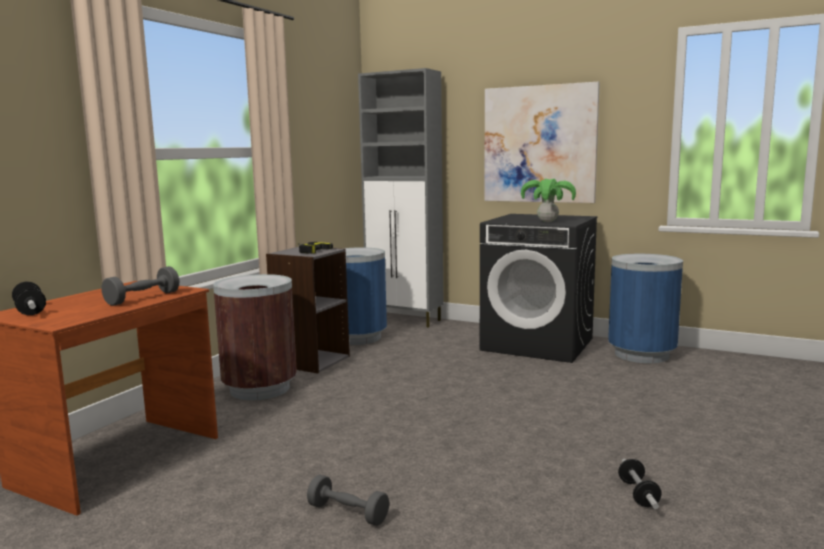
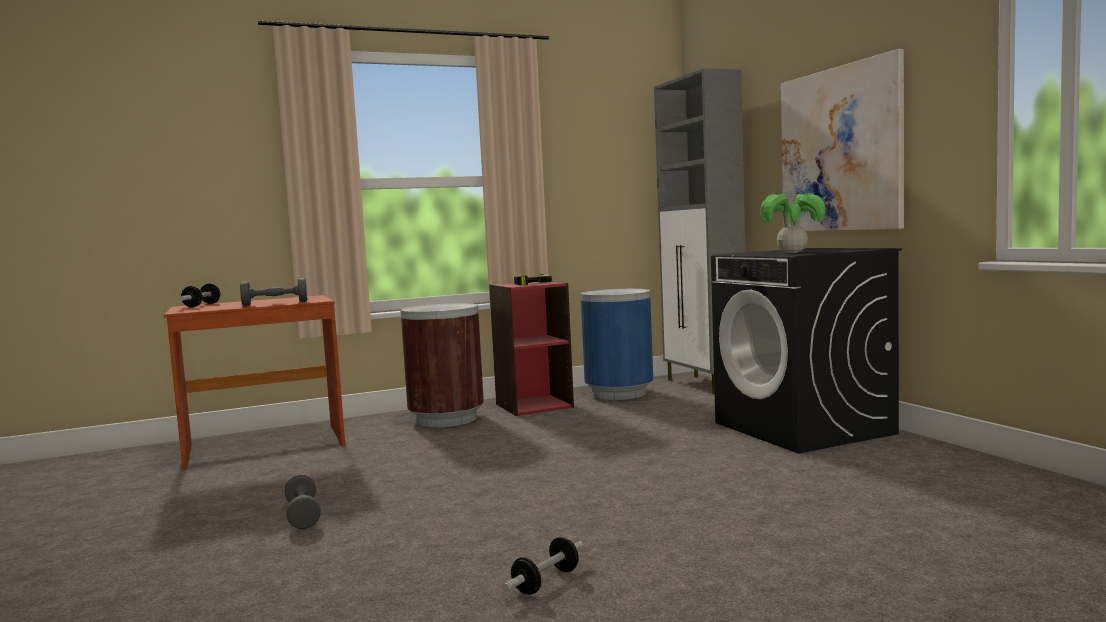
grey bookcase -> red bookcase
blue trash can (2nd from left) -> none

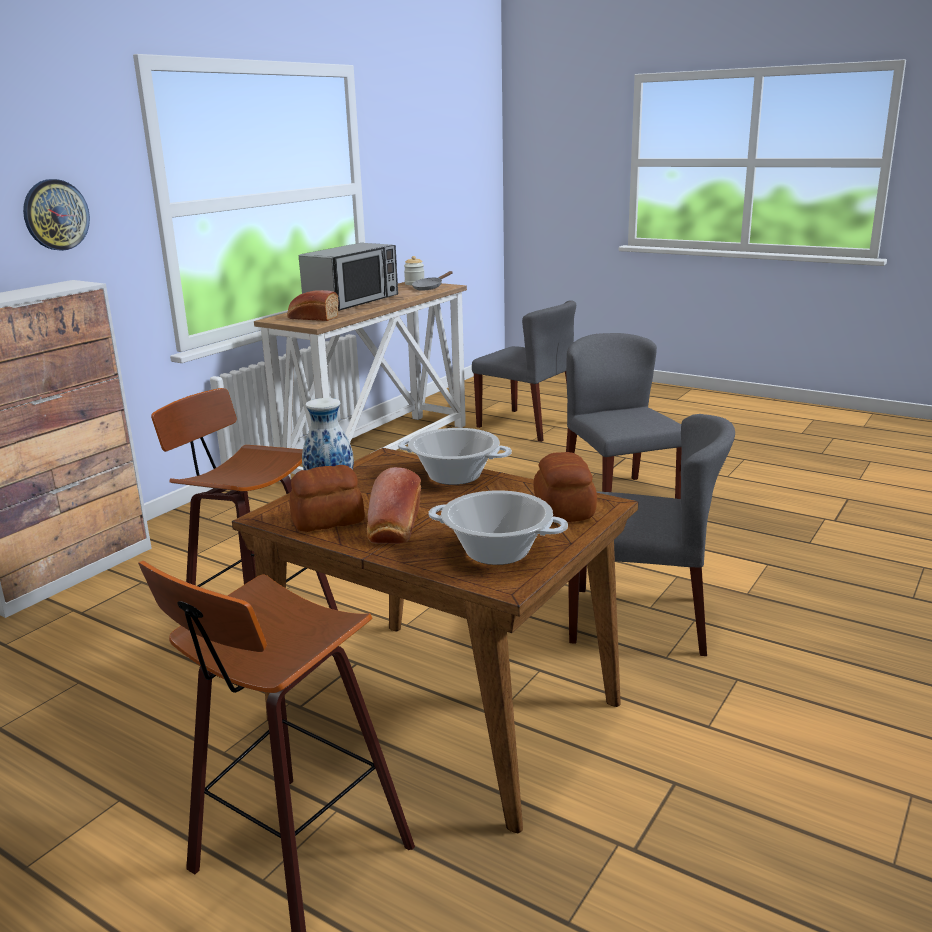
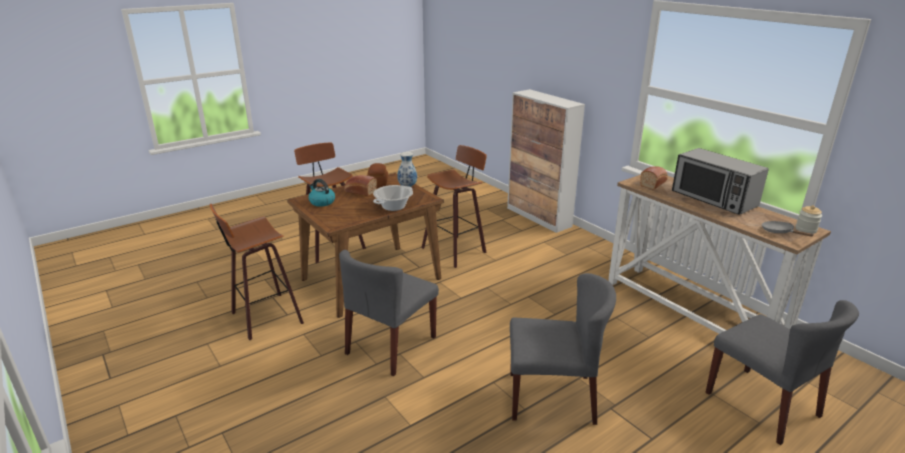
wall clock -> none
cooking pot (2nd from left) -> kettle
grey chair (1st from left in the first image) -> grey chair (3rd from left), 90 degrees counterclockwise
bread (4th from left) -> none
none -> stool (1st from left)

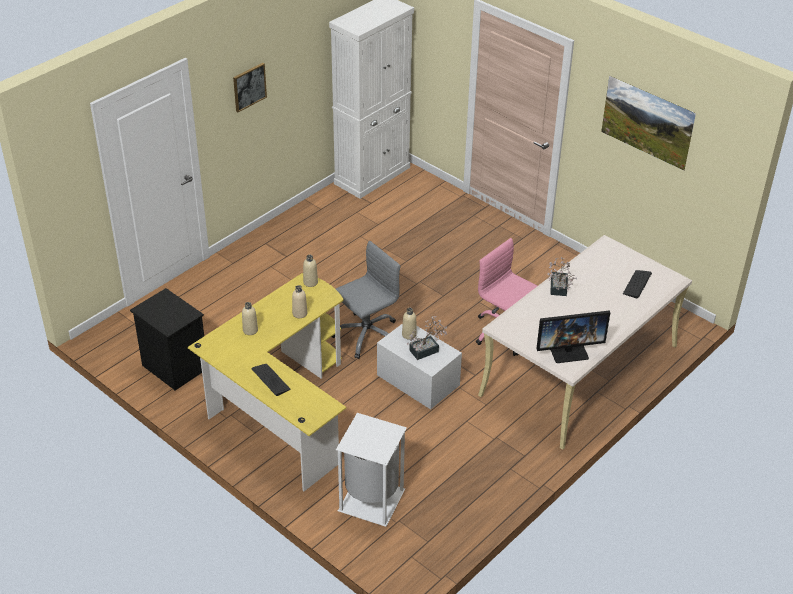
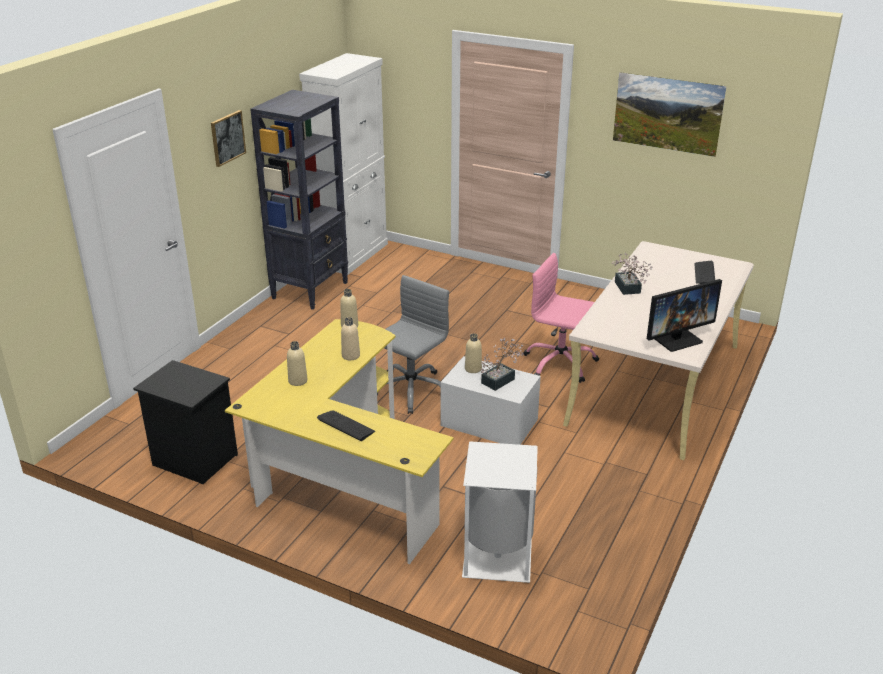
none -> black bookcase

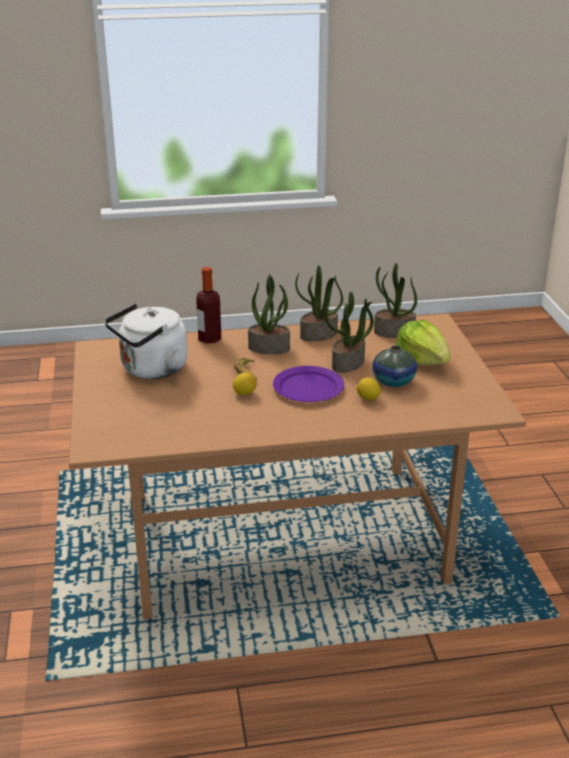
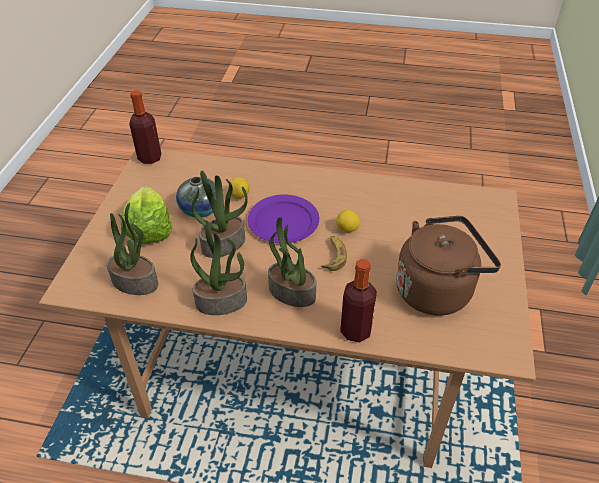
white kettle -> brown kettle
none -> bottle (1st from left)

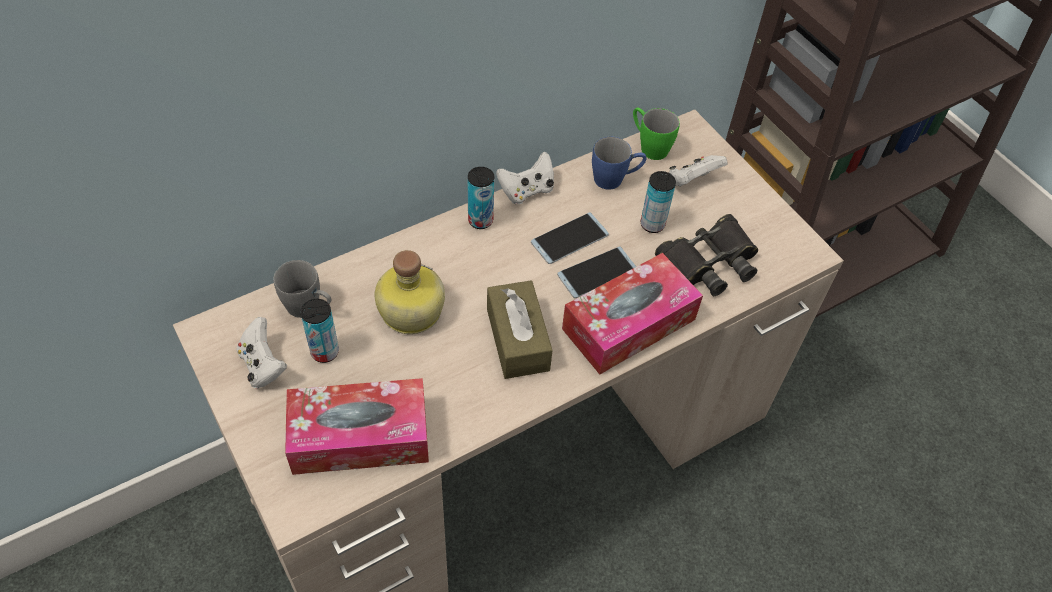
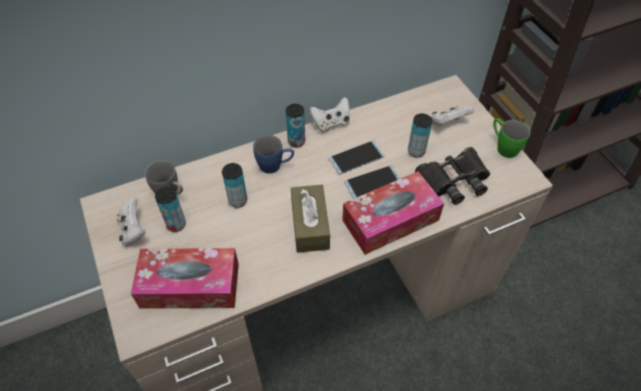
bottle -> can (2nd from left)
blue mug, moved
green mug, moved

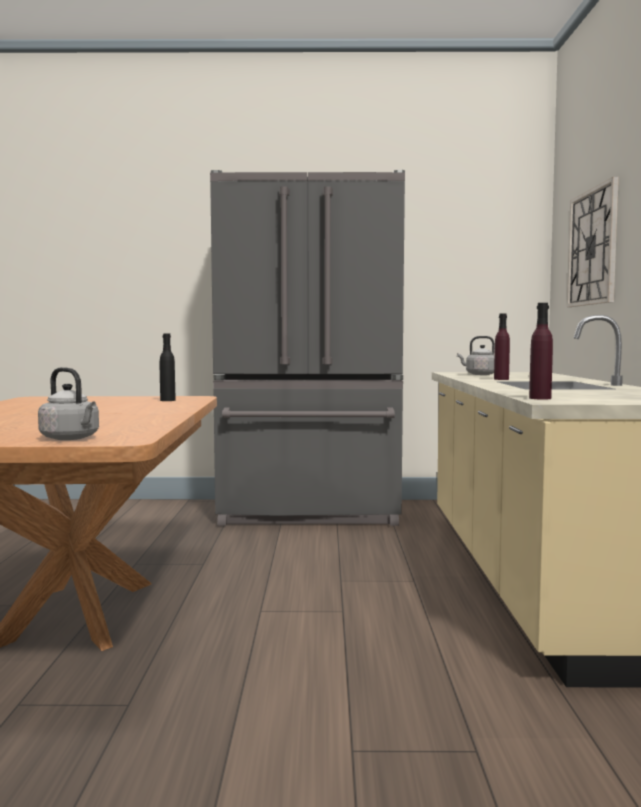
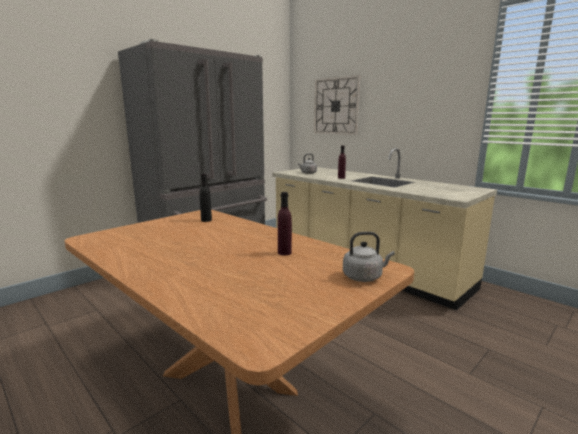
purple bottle (2nd from left in the first image) -> purple bottle (1st from left), moved

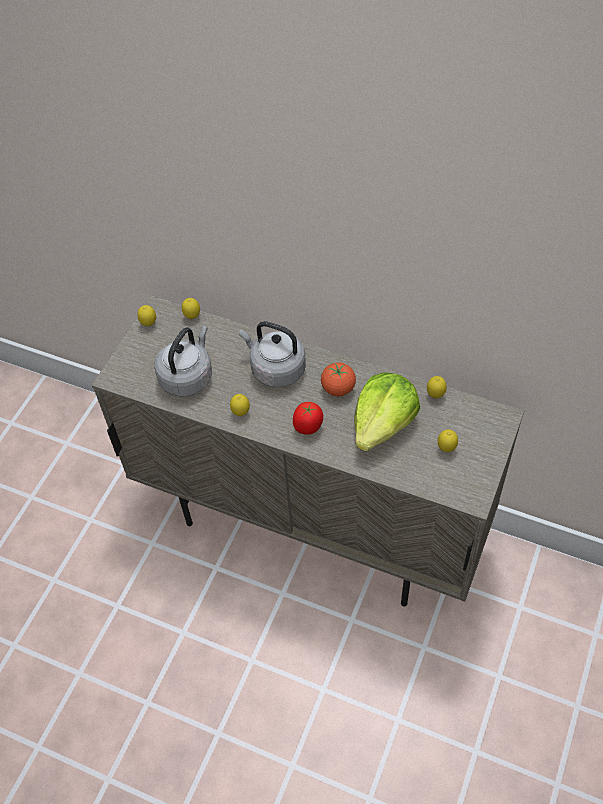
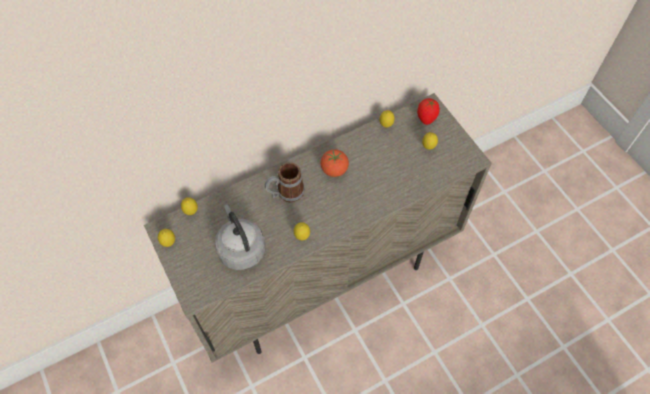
grey kettle (2nd from left) -> mug
tomato (1st from left in the first image) -> tomato (2nd from left), moved
lettuce -> none

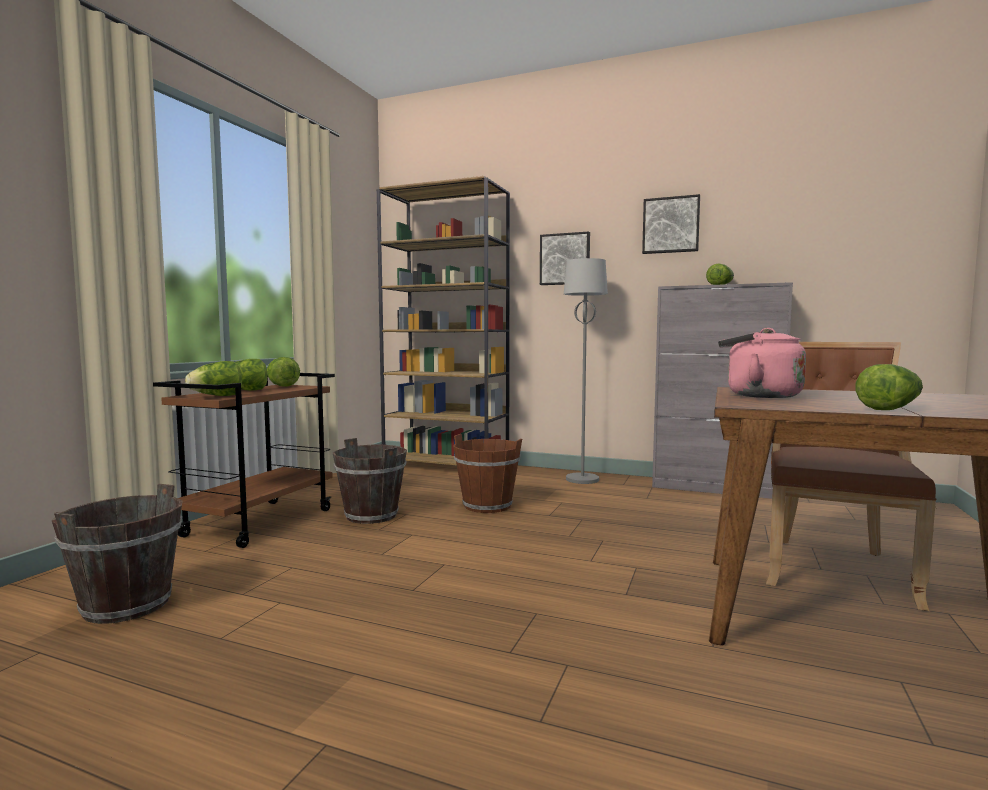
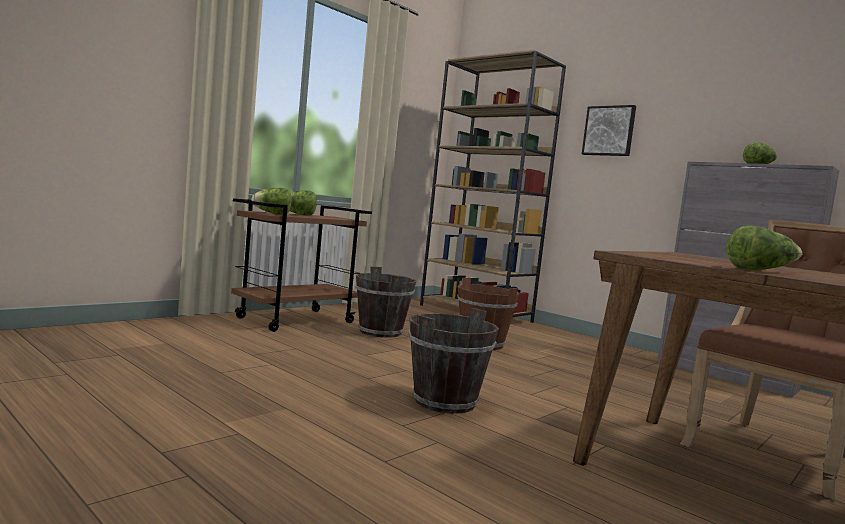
brown bucket (1st from left in the first image) -> brown bucket (2nd from left), moved
lettuce (3rd from left) -> none
grey floor lamp -> none
picture (2nd from left) -> none
pink kettle -> none

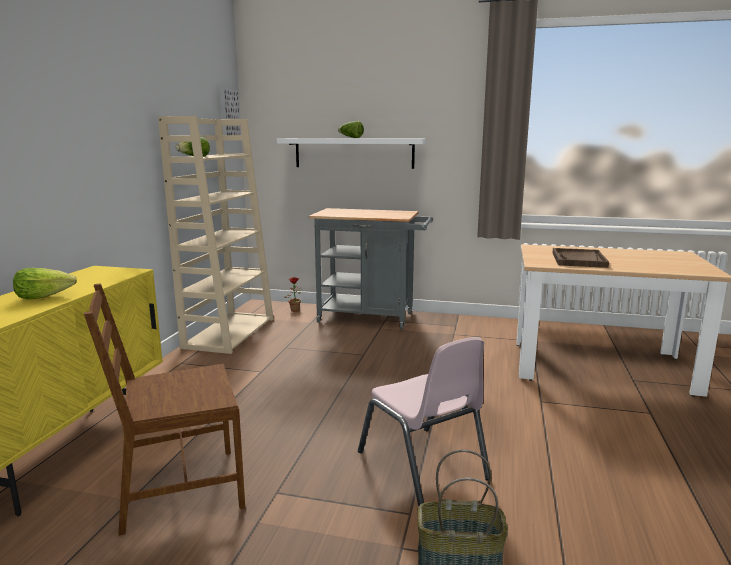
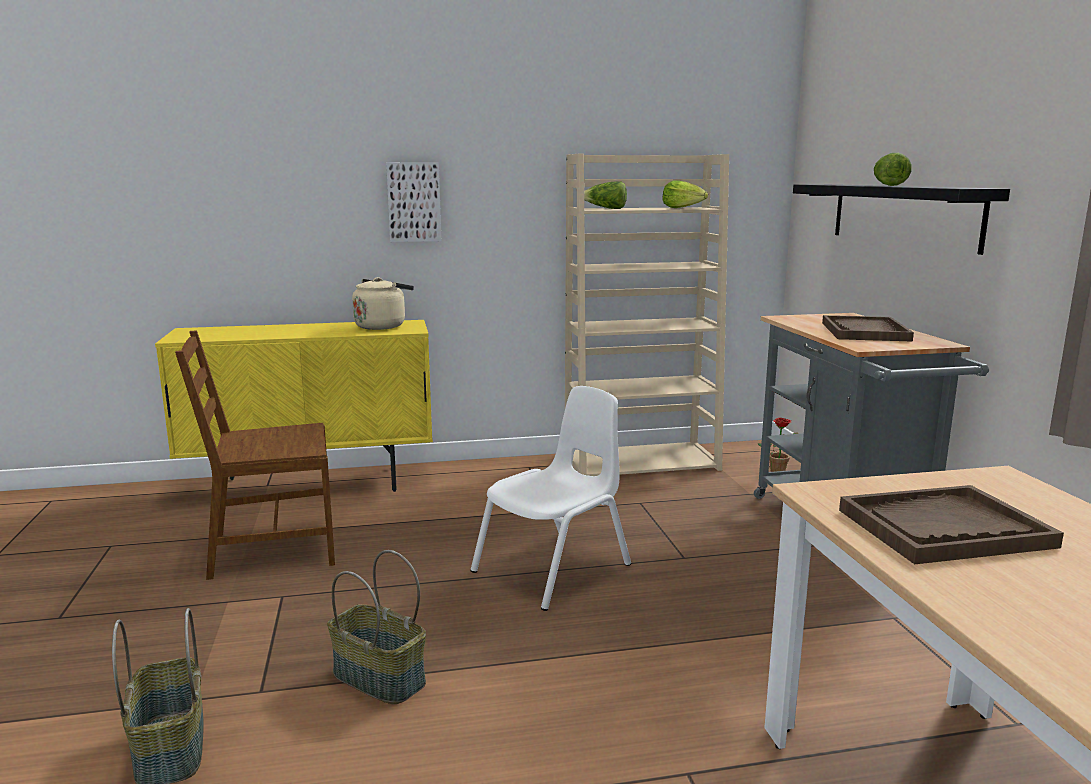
lettuce (1st from left in the first image) -> lettuce (2nd from left), moved
brown chair, 60 degrees counterclockwise
picture, moved
white shelf -> black shelf
pink chair -> basket (2nd from left)
none -> beige kettle
none -> white chair
none -> brown tray (1st from left)

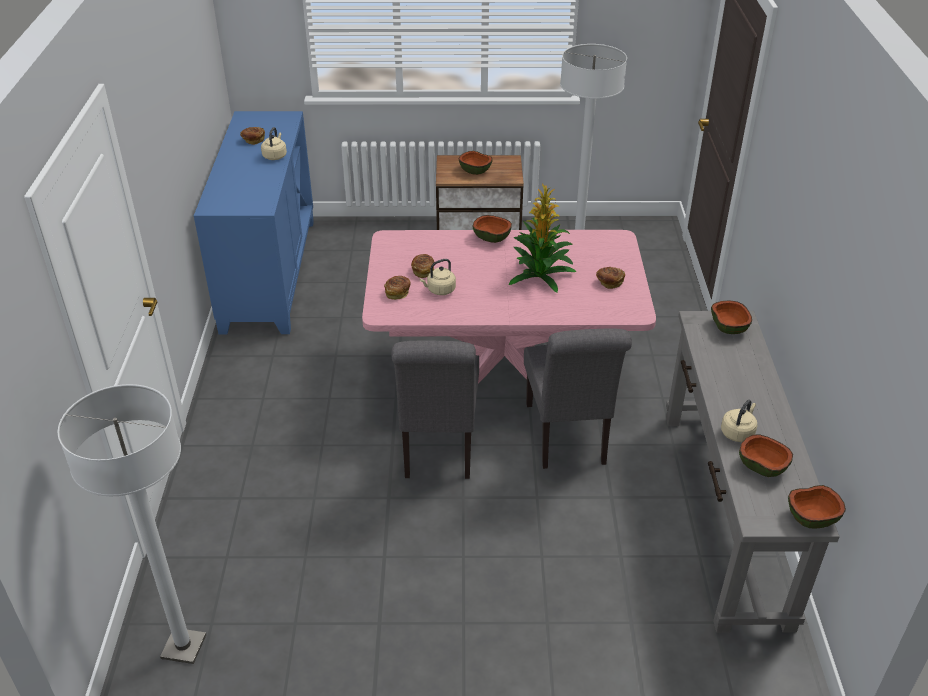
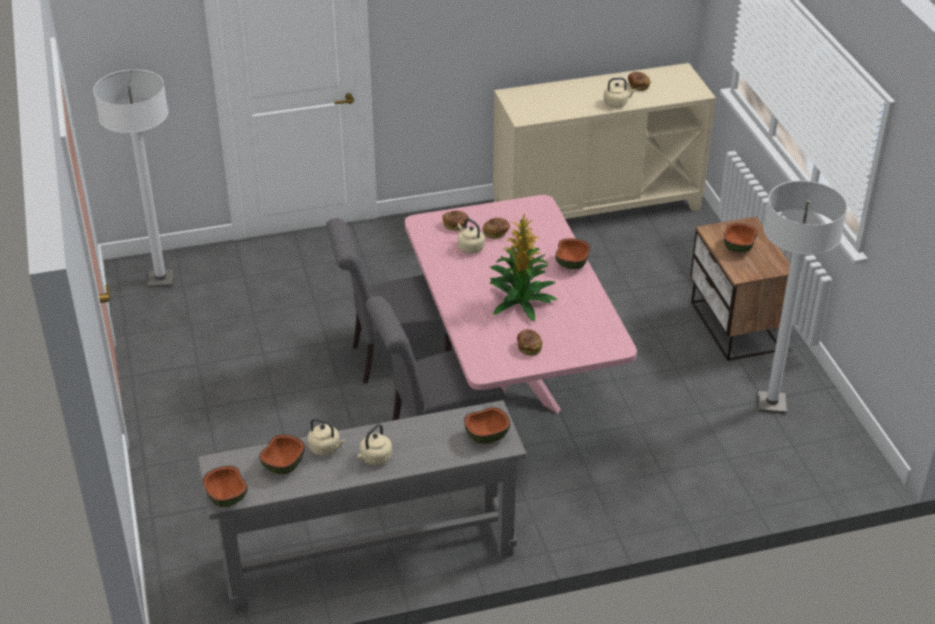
blue cabinet -> beige cabinet
none -> beige kettle (2nd from left)

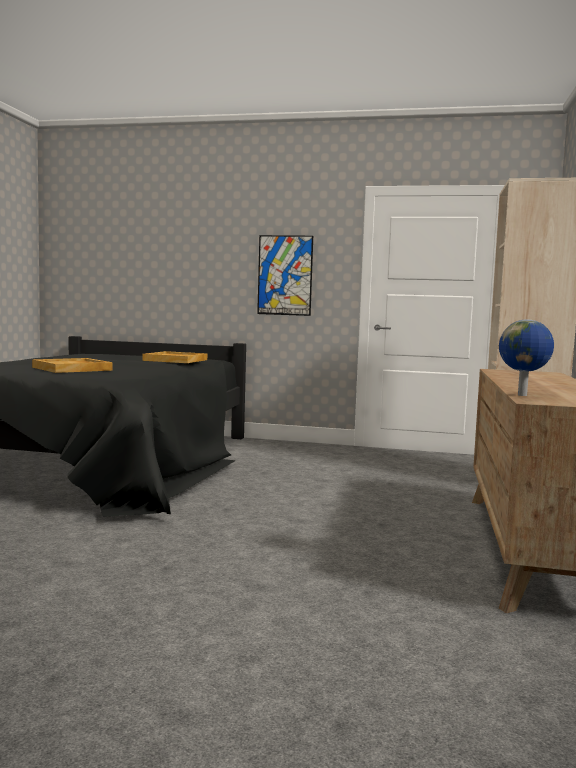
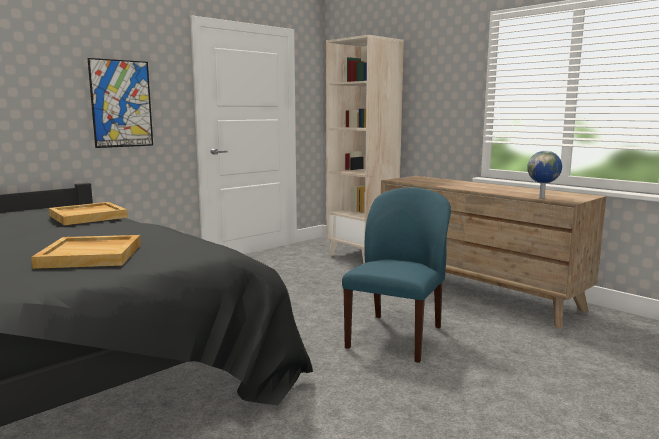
none -> blue chair

